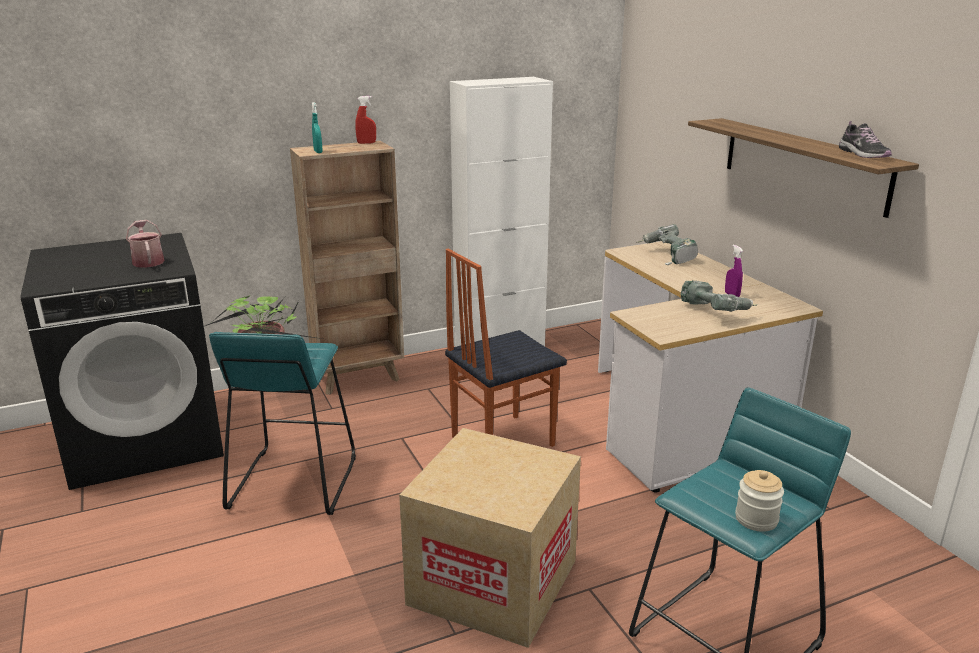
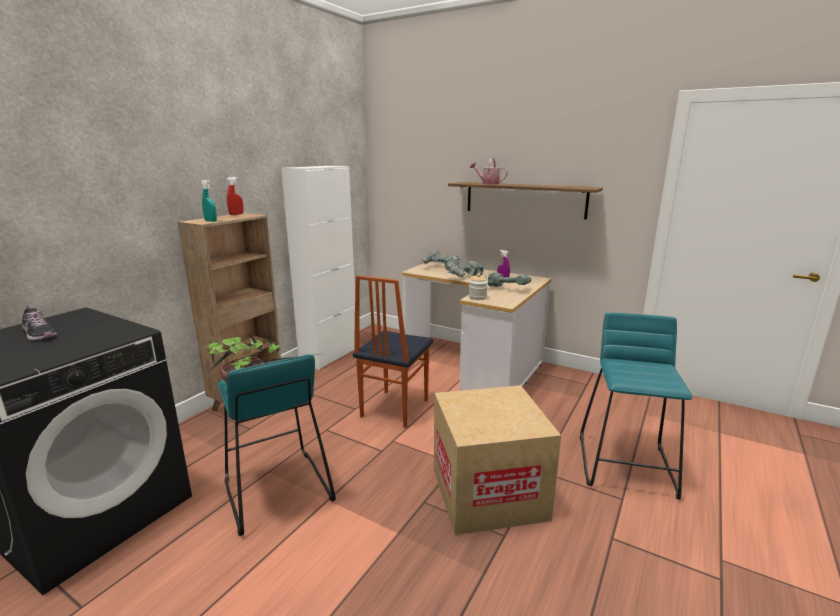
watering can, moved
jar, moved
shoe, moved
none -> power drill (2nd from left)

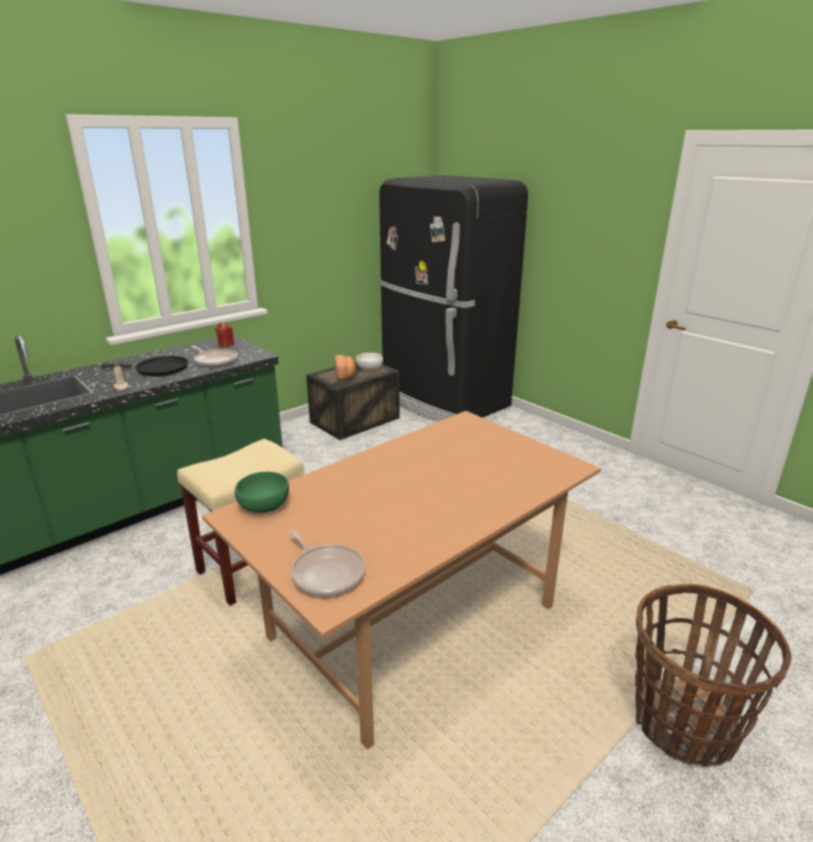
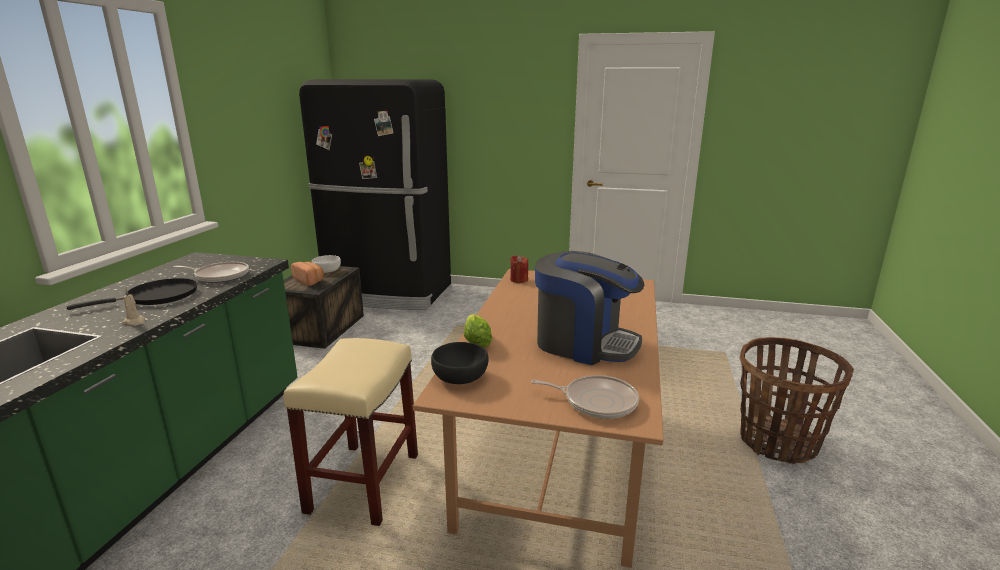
red candle, moved
green bowl -> black bowl
none -> lettuce
none -> coffee machine

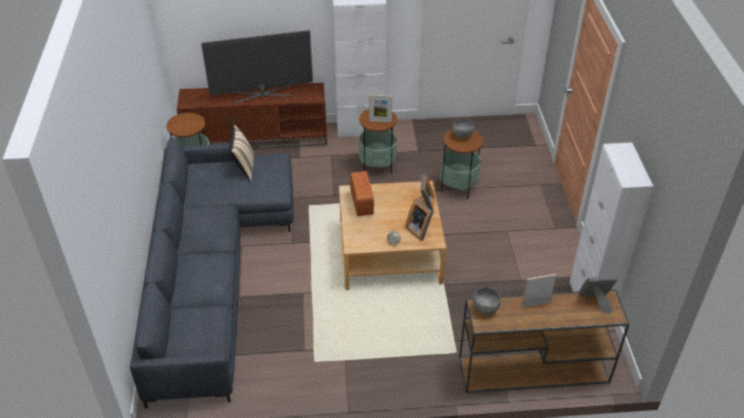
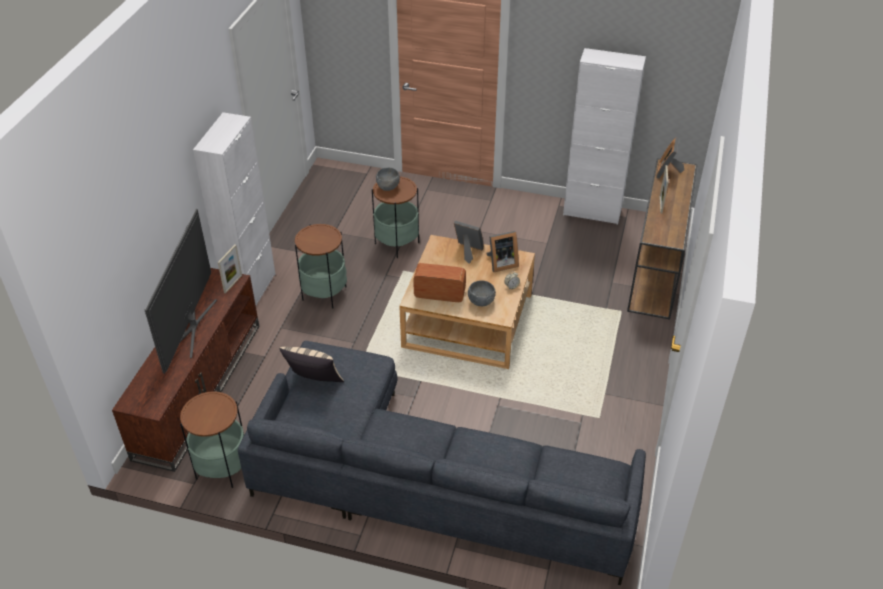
picture frame (1st from left), moved
grey bowl (2nd from left), moved

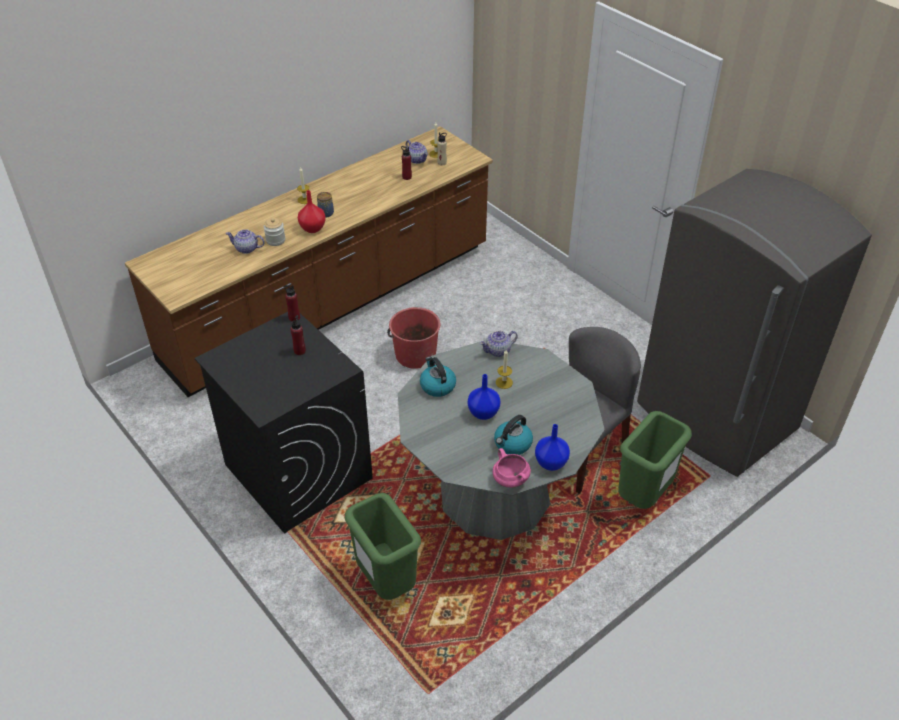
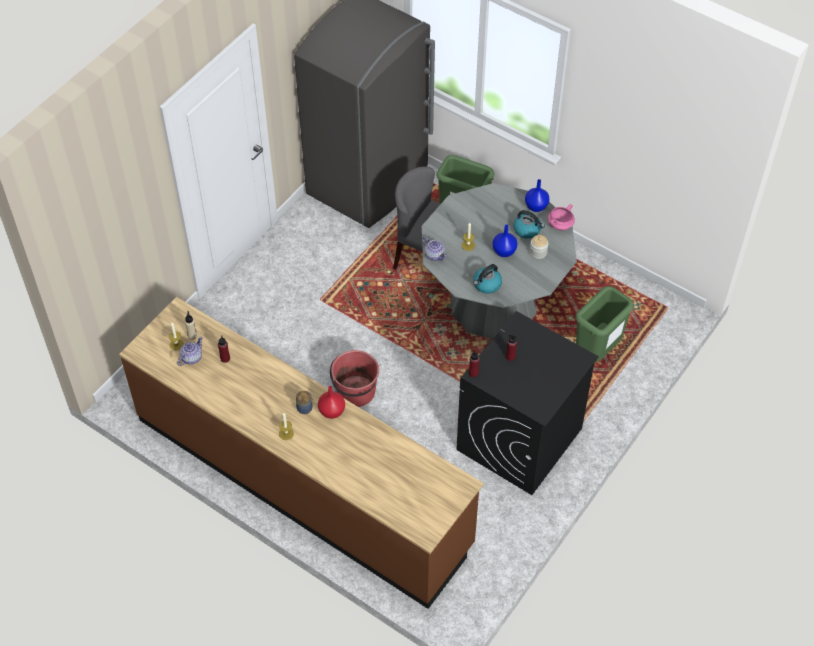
teapot (1st from left) -> none
jar (1st from left in the first image) -> jar (2nd from left), moved

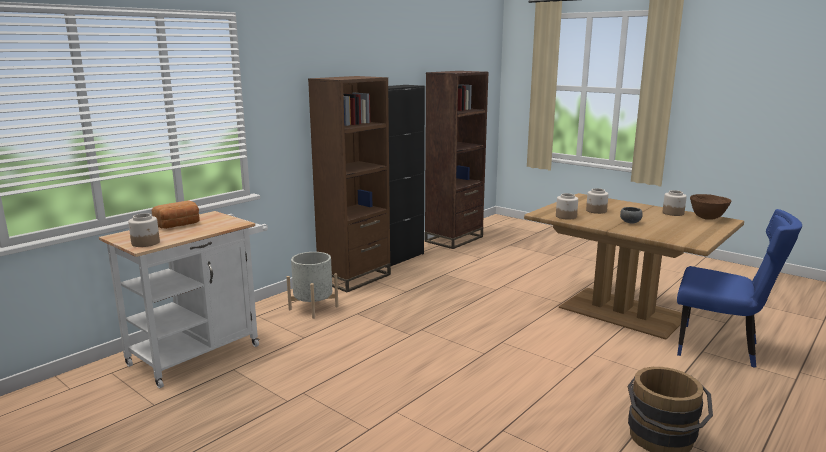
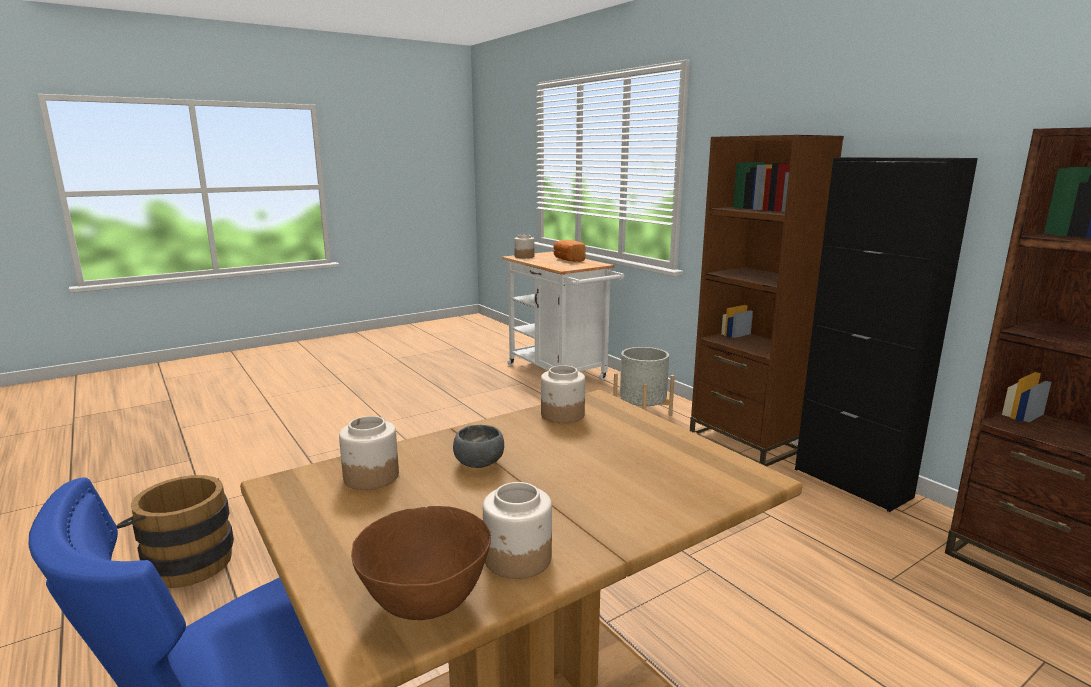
jar (3rd from left in the first image) -> jar (1st from left), moved

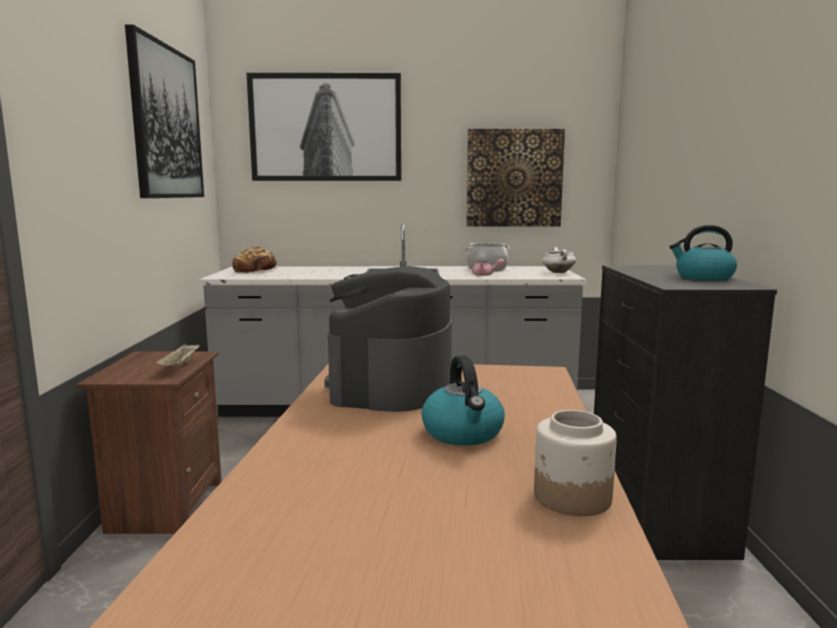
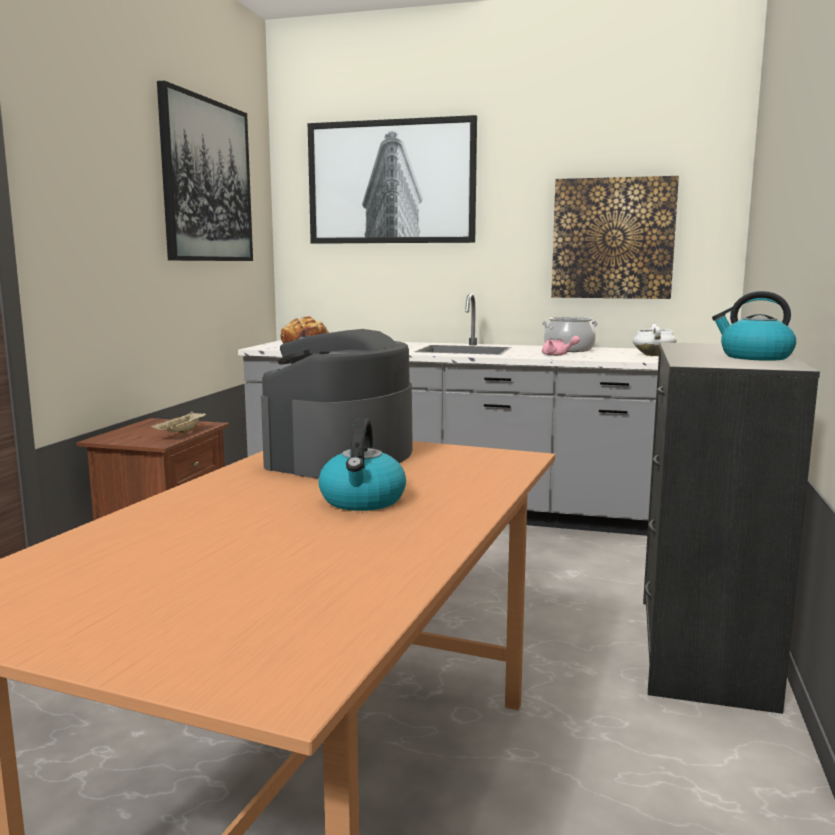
jar -> none

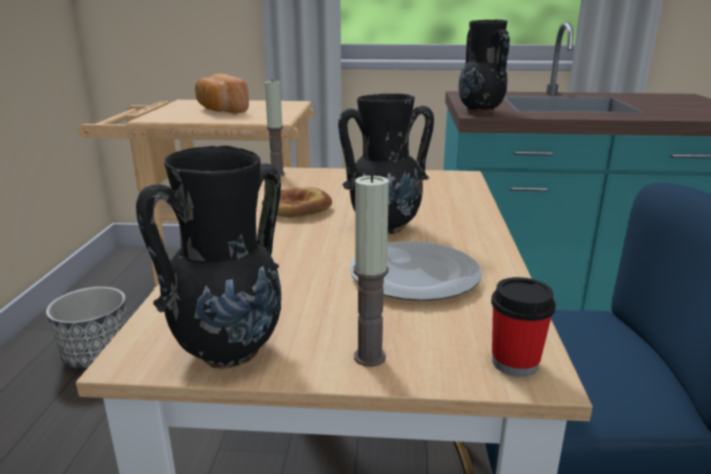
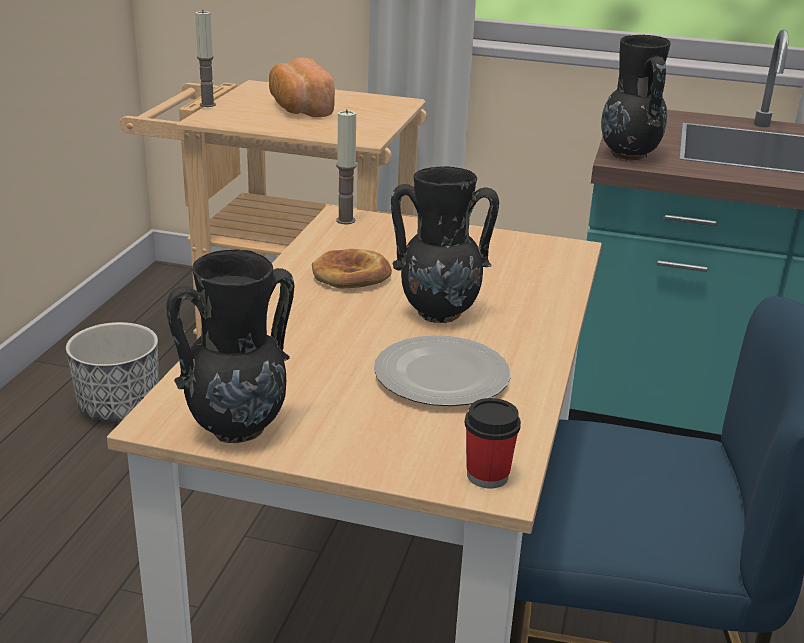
candle (2nd from left in the first image) -> candle (1st from left), moved

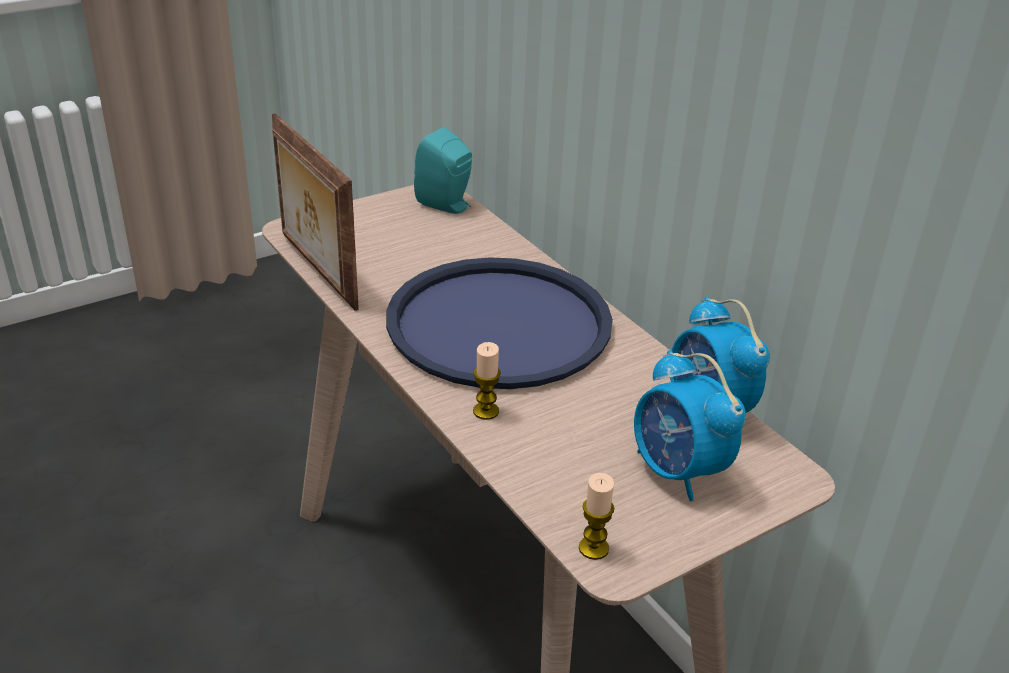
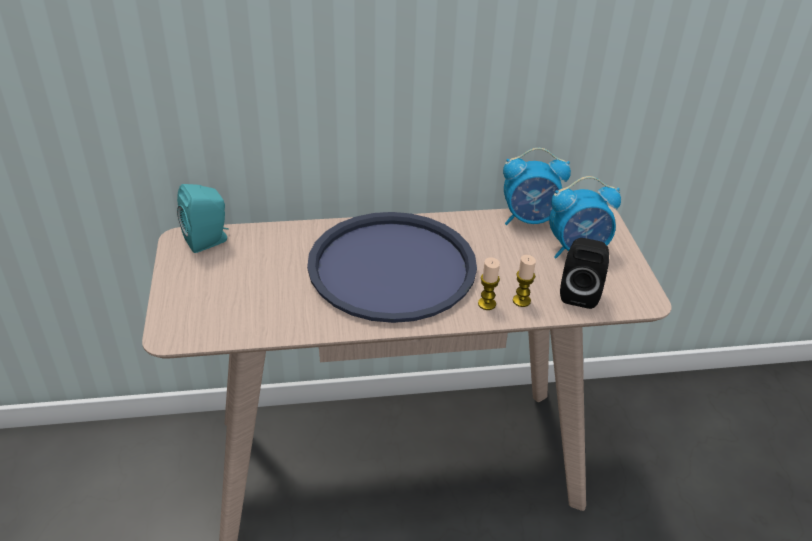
picture frame -> none
candle (2nd from left), moved
none -> black speaker

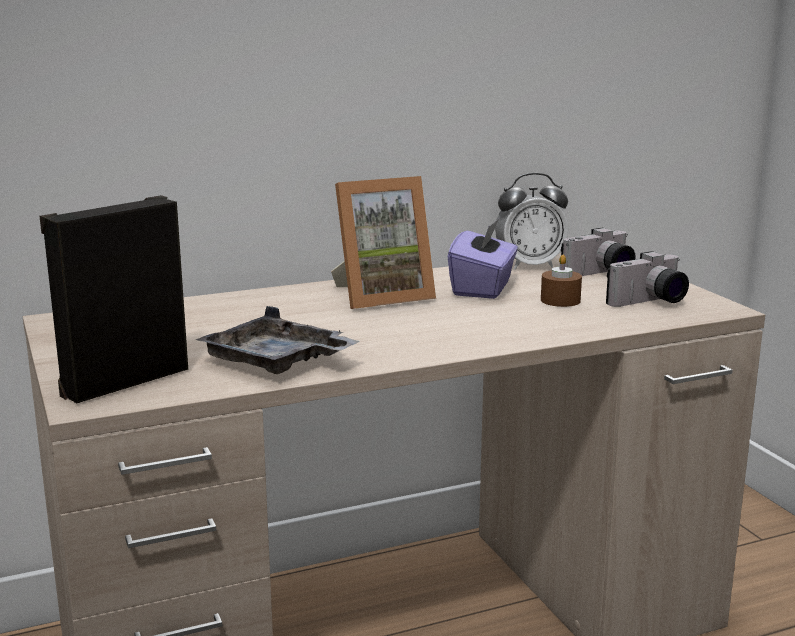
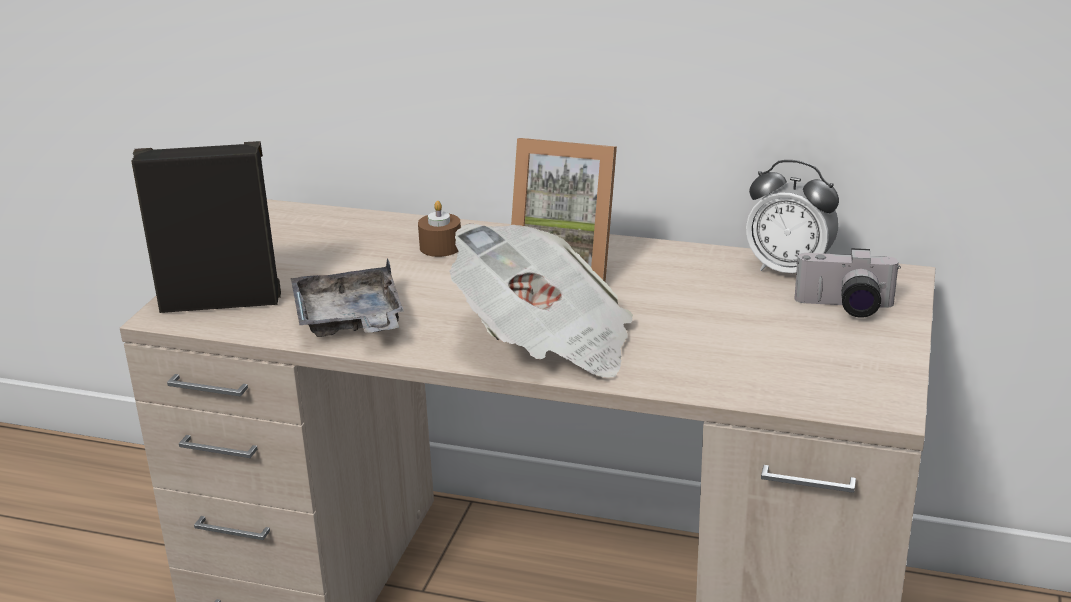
purple tissue box -> none
brown candle, moved
photo camera (2nd from left) -> none
none -> newspaper

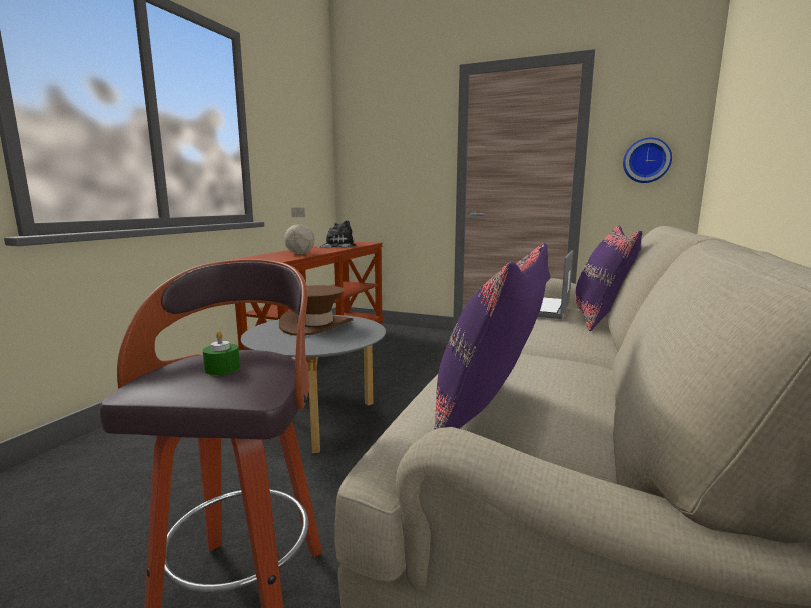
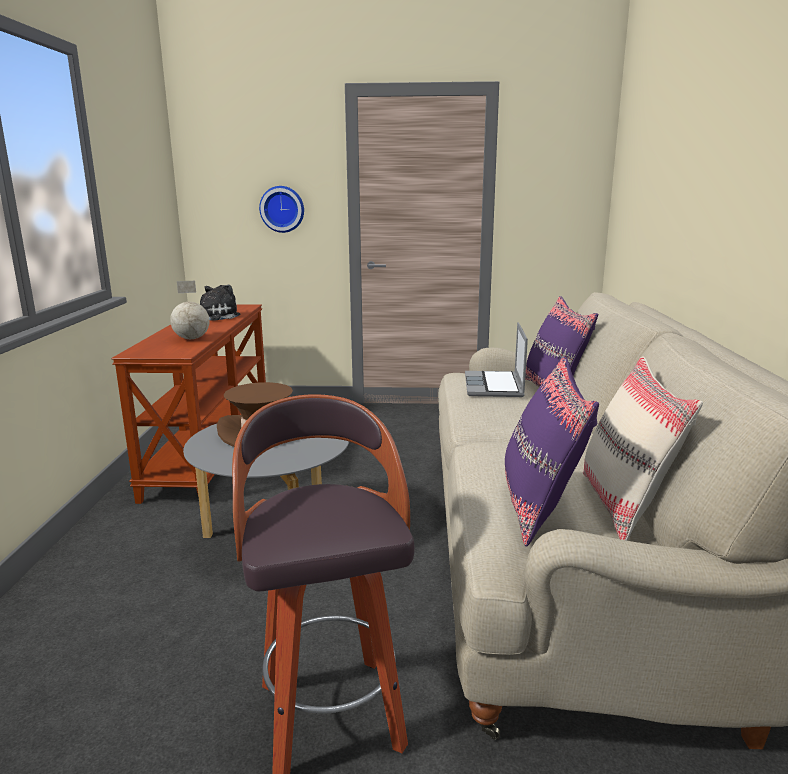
green candle -> none
wall clock, moved
none -> beige pillow

